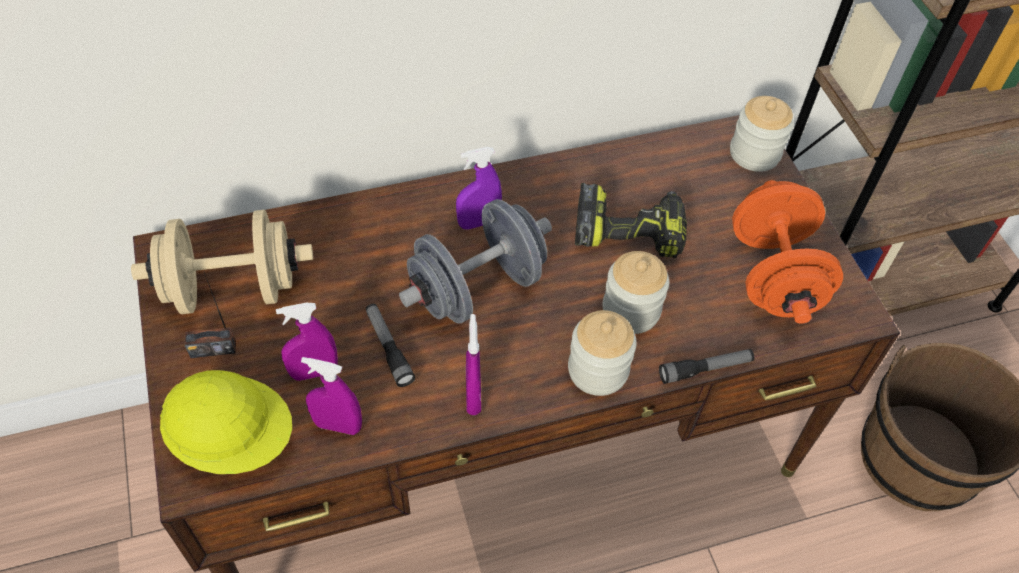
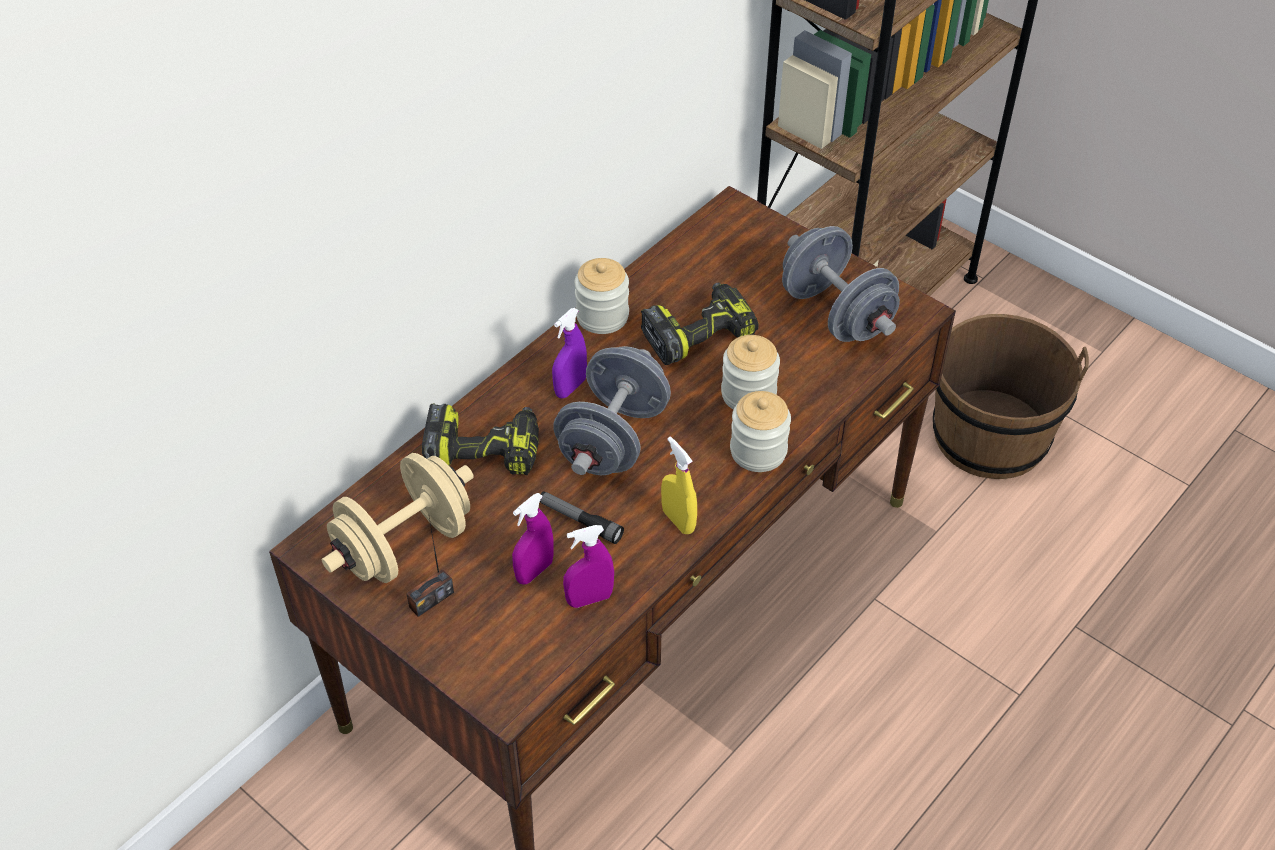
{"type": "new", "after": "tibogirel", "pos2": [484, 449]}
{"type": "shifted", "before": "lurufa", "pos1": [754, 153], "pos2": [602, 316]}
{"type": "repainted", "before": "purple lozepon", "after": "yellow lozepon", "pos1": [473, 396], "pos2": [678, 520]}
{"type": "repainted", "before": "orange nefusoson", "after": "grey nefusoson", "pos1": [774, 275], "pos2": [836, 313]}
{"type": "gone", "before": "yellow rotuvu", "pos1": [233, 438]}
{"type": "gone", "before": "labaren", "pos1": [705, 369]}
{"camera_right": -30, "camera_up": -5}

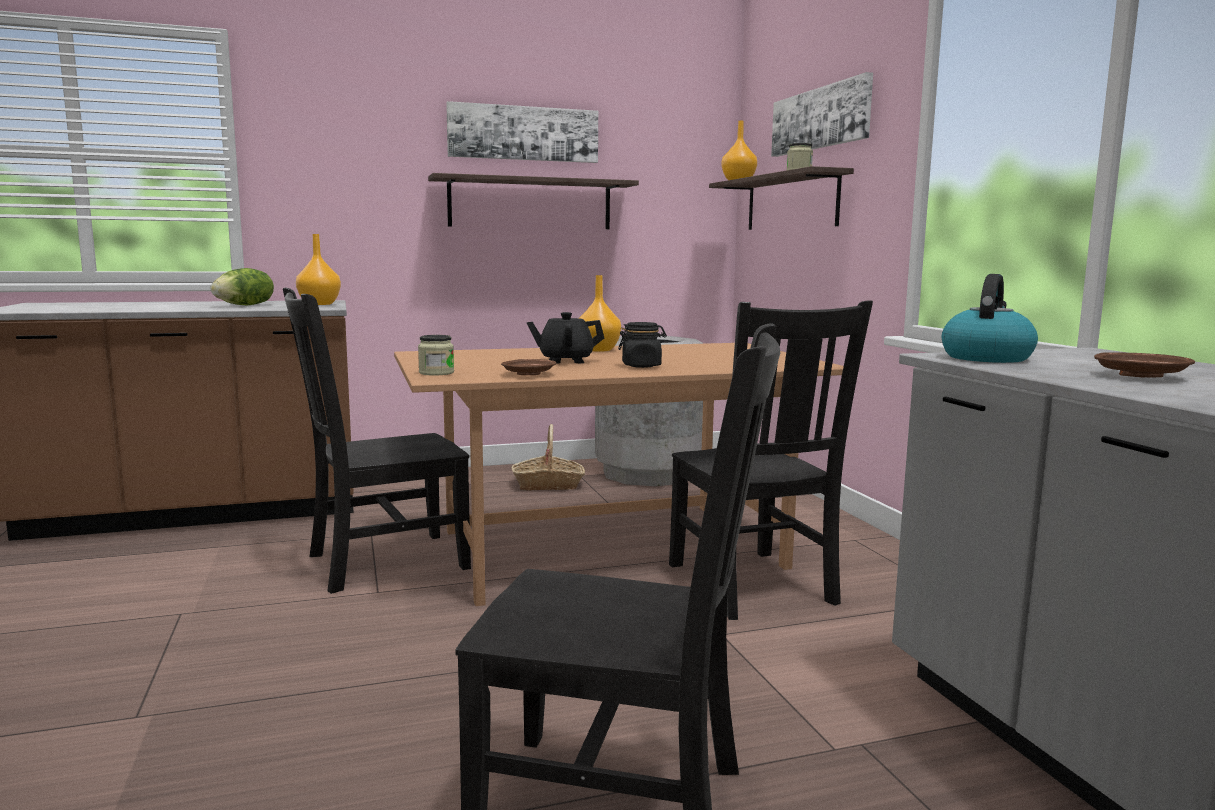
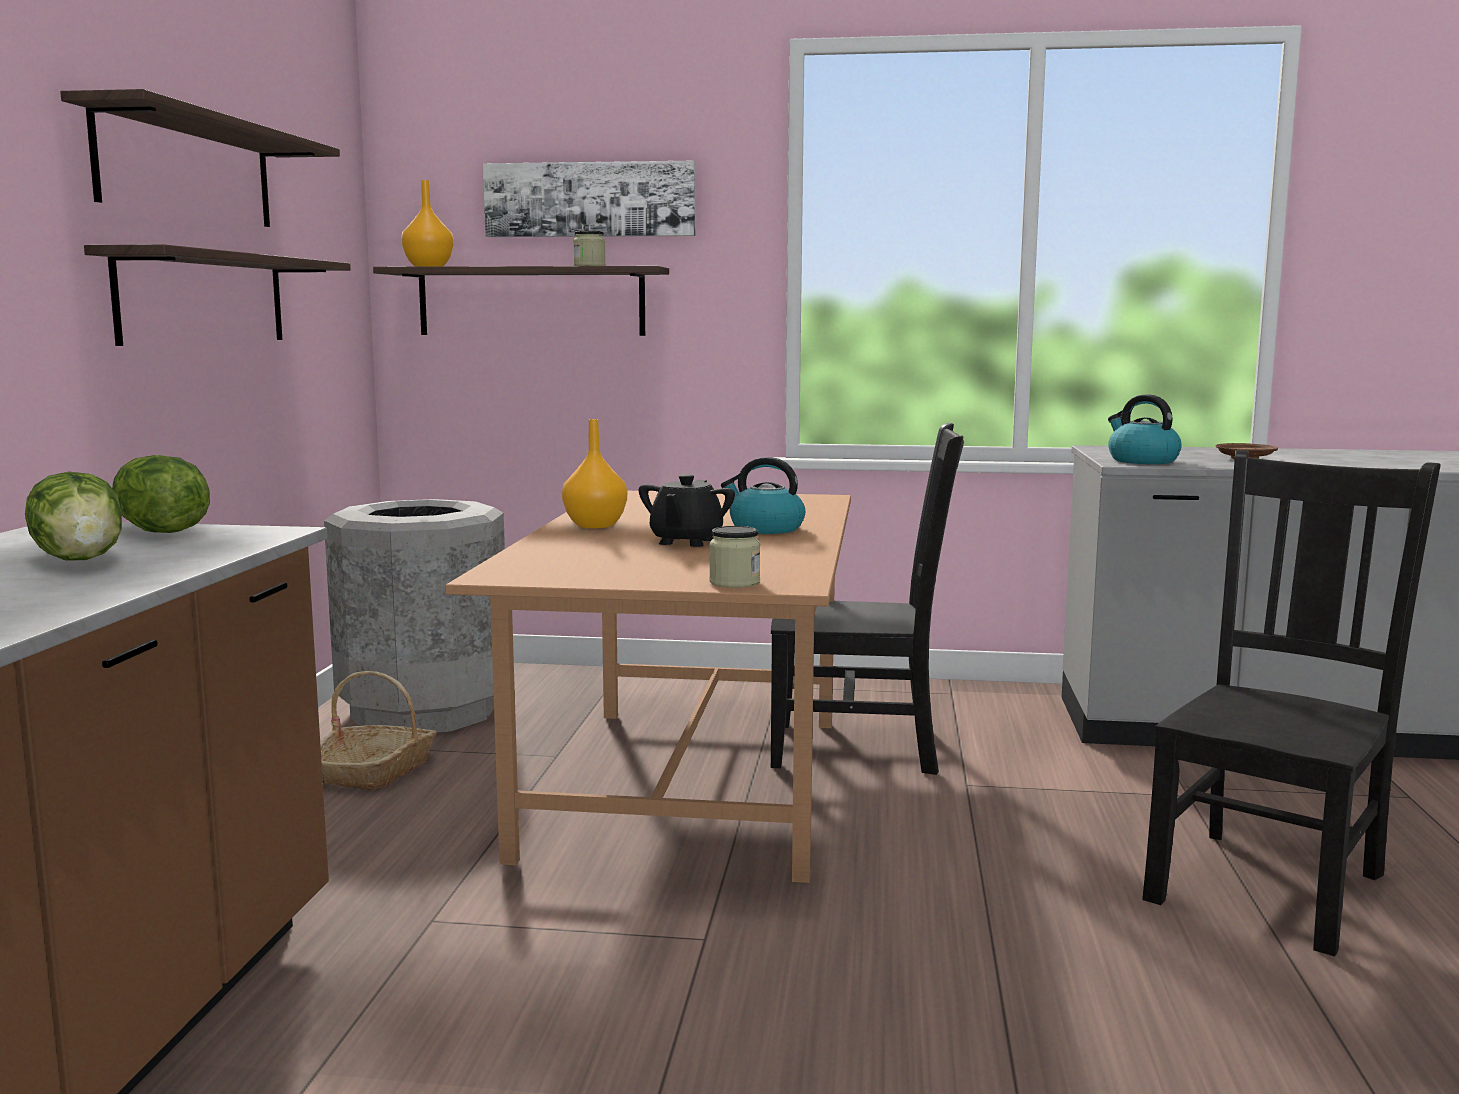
{"type": "swapped", "before": "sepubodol", "after": "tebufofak", "pos1": [523, 133], "pos2": [187, 170]}
{"type": "swapped", "before": "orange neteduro", "after": "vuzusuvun", "pos1": [318, 304], "pos2": [159, 531]}
{"type": "swapped", "before": "black lurufa", "after": "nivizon", "pos1": [641, 366], "pos2": [765, 529]}
{"type": "gone", "before": "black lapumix", "pos1": [382, 562]}
{"type": "gone", "before": "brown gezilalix", "pos1": [529, 374]}
{"camera_right": -65, "camera_up": 0}

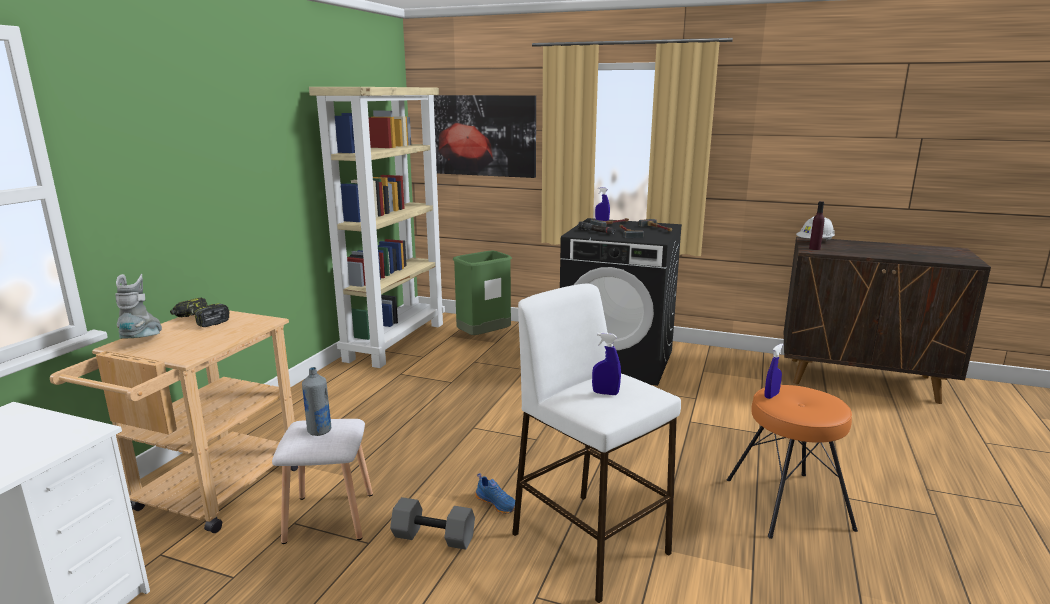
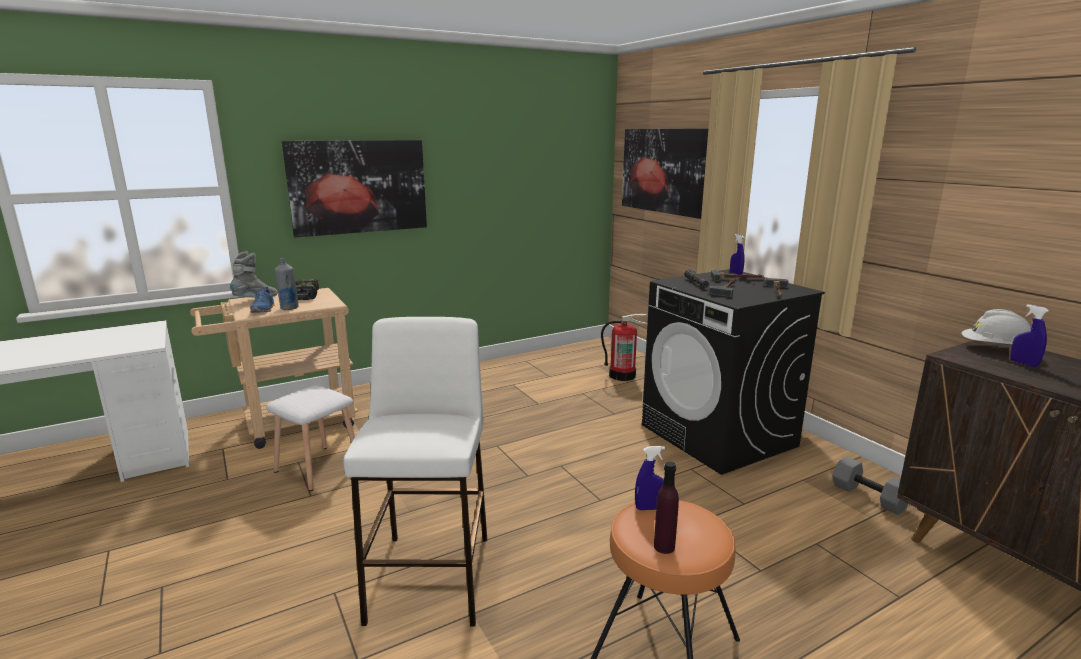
{"type": "shifted", "before": "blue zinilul", "pos1": [497, 503], "pos2": [264, 310]}
{"type": "shifted", "before": "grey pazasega", "pos1": [319, 431], "pos2": [289, 308]}
{"type": "new", "after": "sepubodol", "pos2": [358, 187]}
{"type": "swapped", "before": "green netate", "after": "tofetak", "pos1": [484, 338], "pos2": [622, 375]}
{"type": "shifted", "before": "purple pazasega", "pos1": [814, 248], "pos2": [664, 546]}
{"type": "shifted", "before": "grey nefusoson", "pos1": [432, 538], "pos2": [867, 497]}
{"type": "shifted", "before": "blue lozepon", "pos1": [605, 393], "pos2": [1023, 364]}
{"type": "gone", "before": "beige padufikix", "pos1": [395, 341]}
{"camera_right": 40, "camera_up": 0}

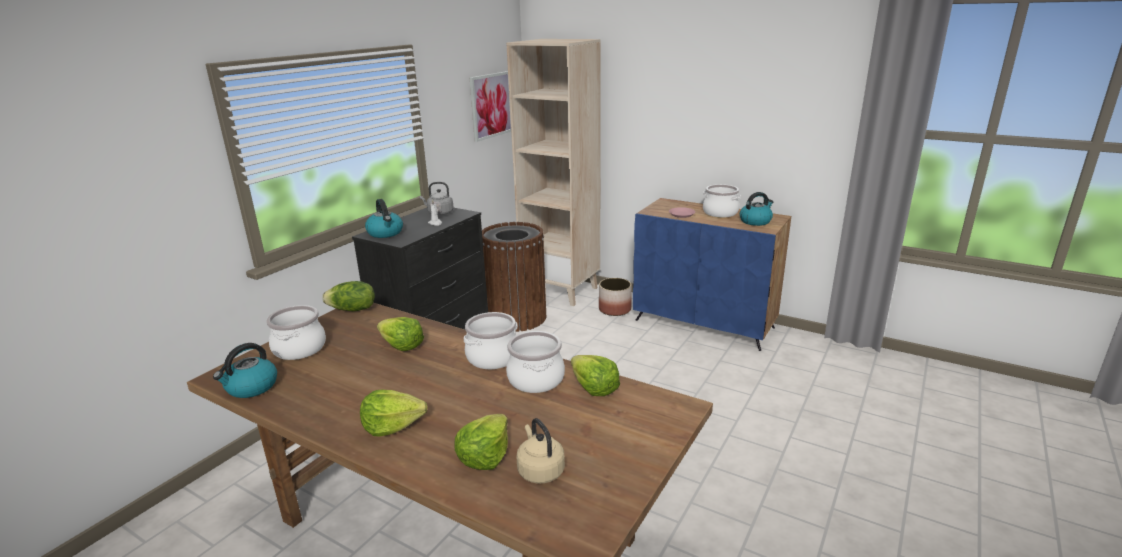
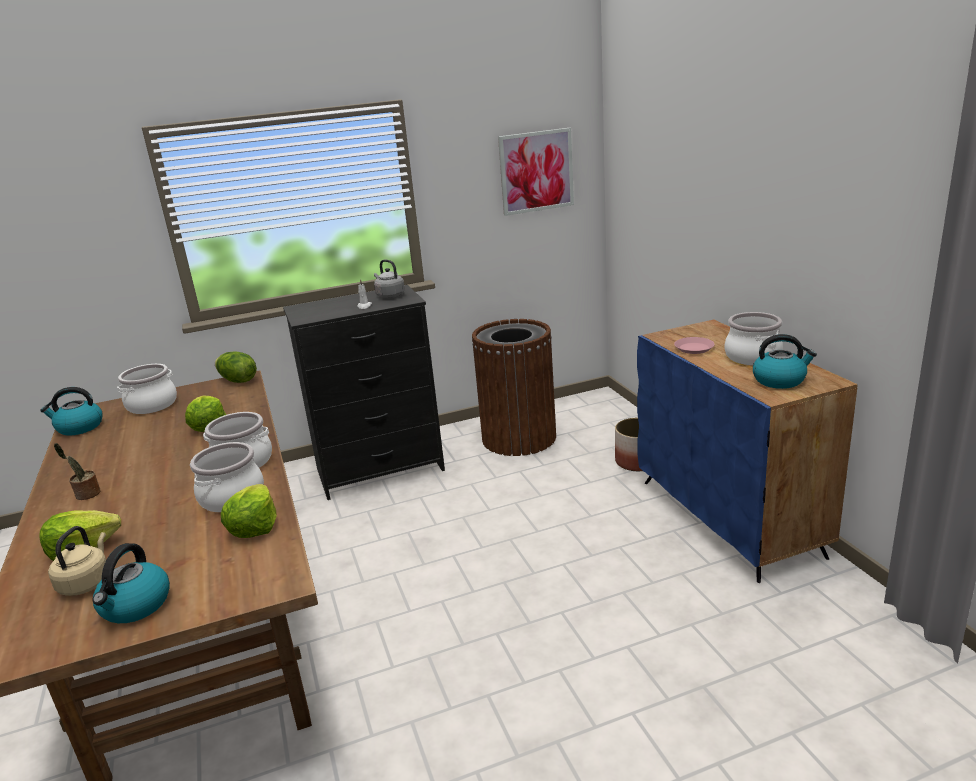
{"type": "swapped", "before": "vuzusuvun", "after": "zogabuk", "pos1": [392, 425], "pos2": [86, 495]}
{"type": "shifted", "before": "nivizon", "pos1": [385, 233], "pos2": [135, 606]}
{"type": "gone", "before": "beige padufikix", "pos1": [561, 290]}
{"camera_right": 40, "camera_up": 0}

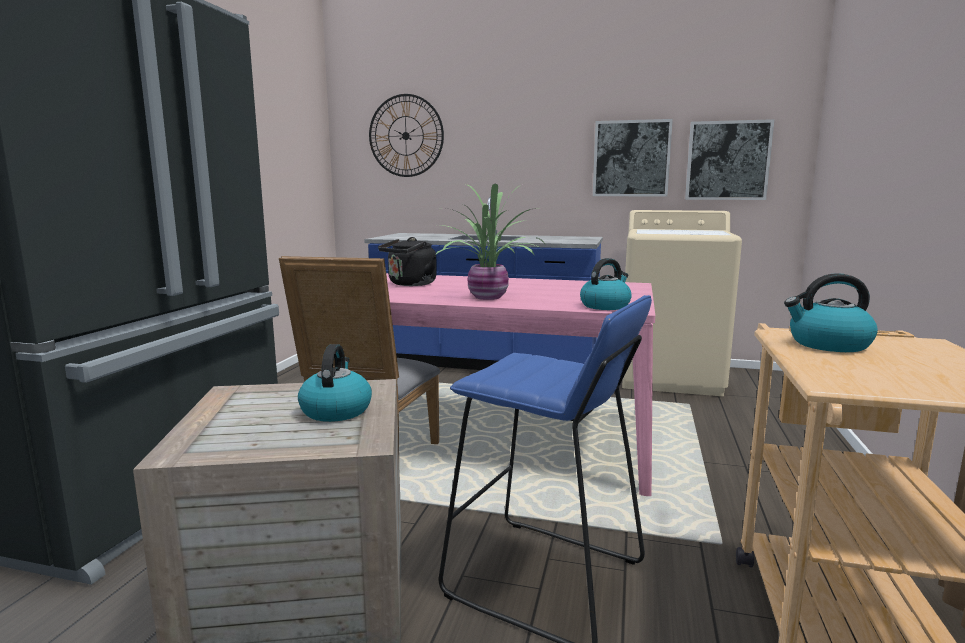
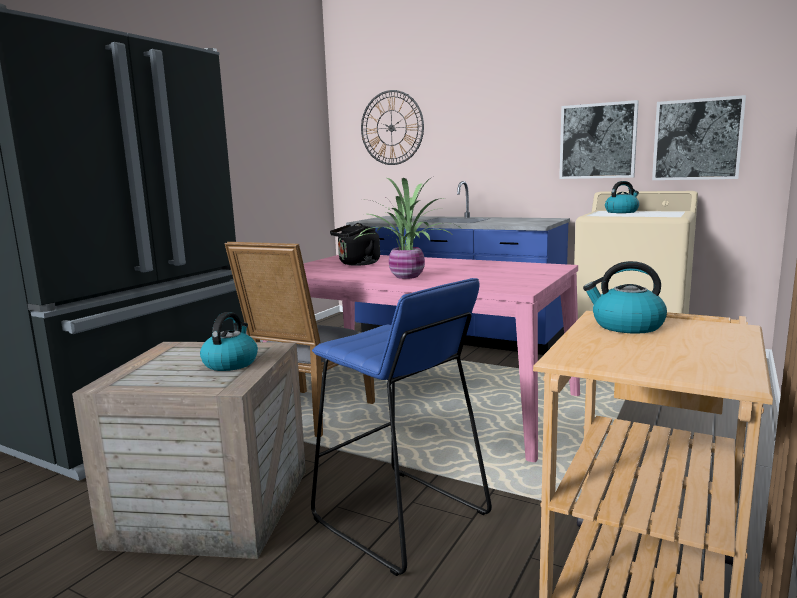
{"type": "shifted", "before": "nivizon", "pos1": [605, 306], "pos2": [621, 212]}
{"camera_right": 15, "camera_up": 0}

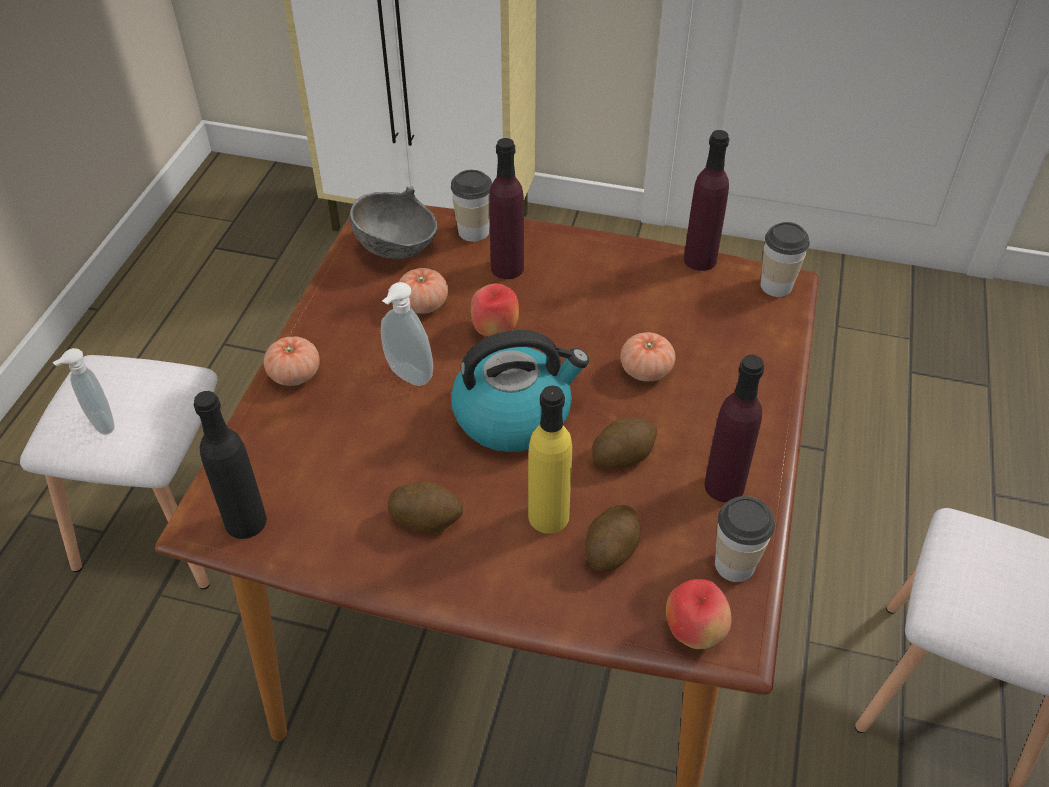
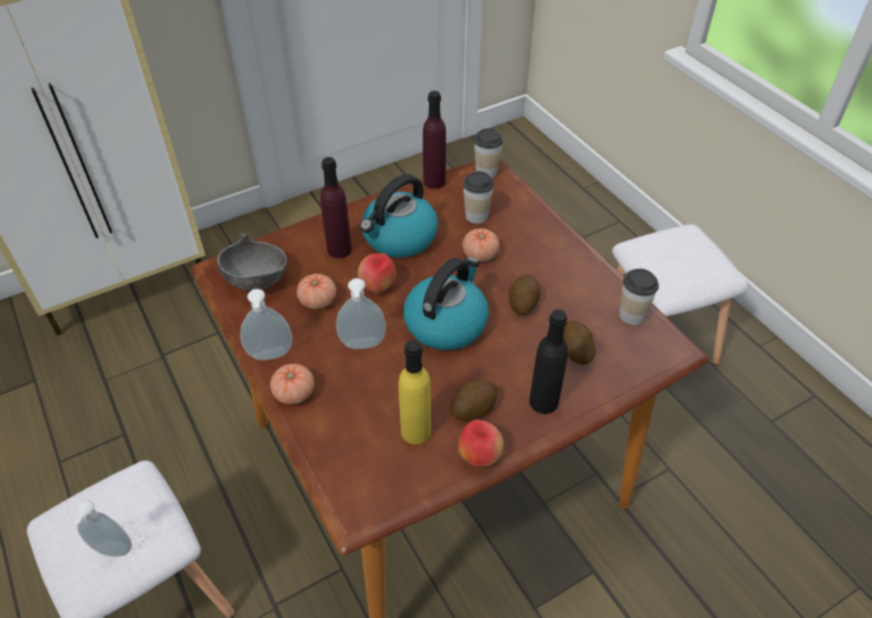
{"type": "new", "after": "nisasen", "pos2": [271, 356]}
{"type": "new", "after": "nivizon", "pos2": [399, 238]}
{"type": "shifted", "before": "yellow pazasega", "pos1": [548, 516], "pos2": [415, 431]}
{"type": "shifted", "before": "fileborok", "pos1": [694, 632], "pos2": [479, 457]}
{"type": "shifted", "before": "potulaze", "pos1": [473, 231], "pos2": [476, 216]}
{"type": "shifted", "before": "black pazasega", "pos1": [246, 521], "pos2": [543, 401]}
{"type": "gone", "before": "purple pazasega", "pos1": [724, 486]}
{"camera_right": -45, "camera_up": 0}

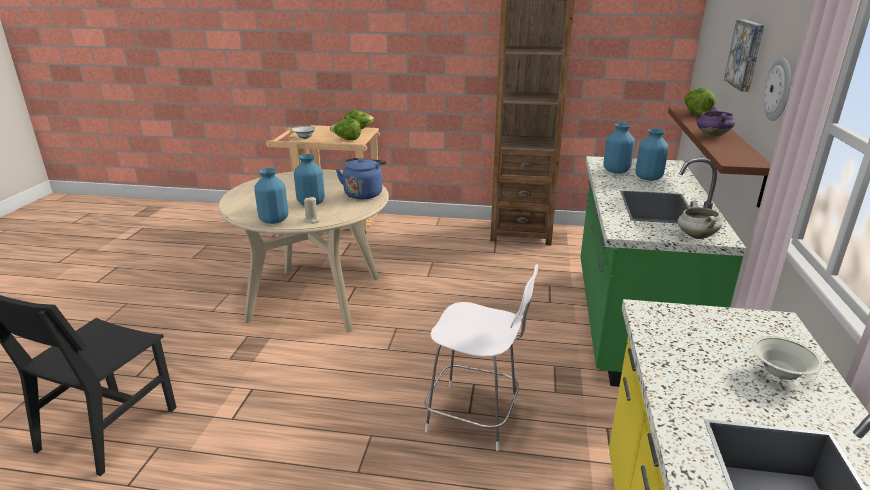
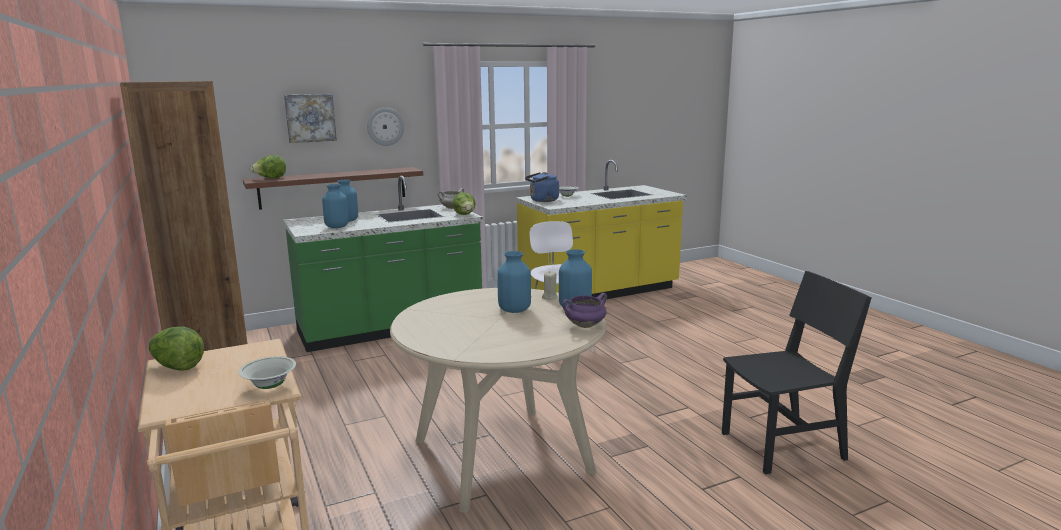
{"type": "shifted", "before": "vuzusuvun", "pos1": [346, 139], "pos2": [465, 215]}
{"type": "shifted", "before": "blue nivizon", "pos1": [364, 193], "pos2": [542, 200]}
{"type": "shifted", "before": "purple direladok", "pos1": [712, 135], "pos2": [584, 326]}
{"camera_right": -125, "camera_up": -10}

